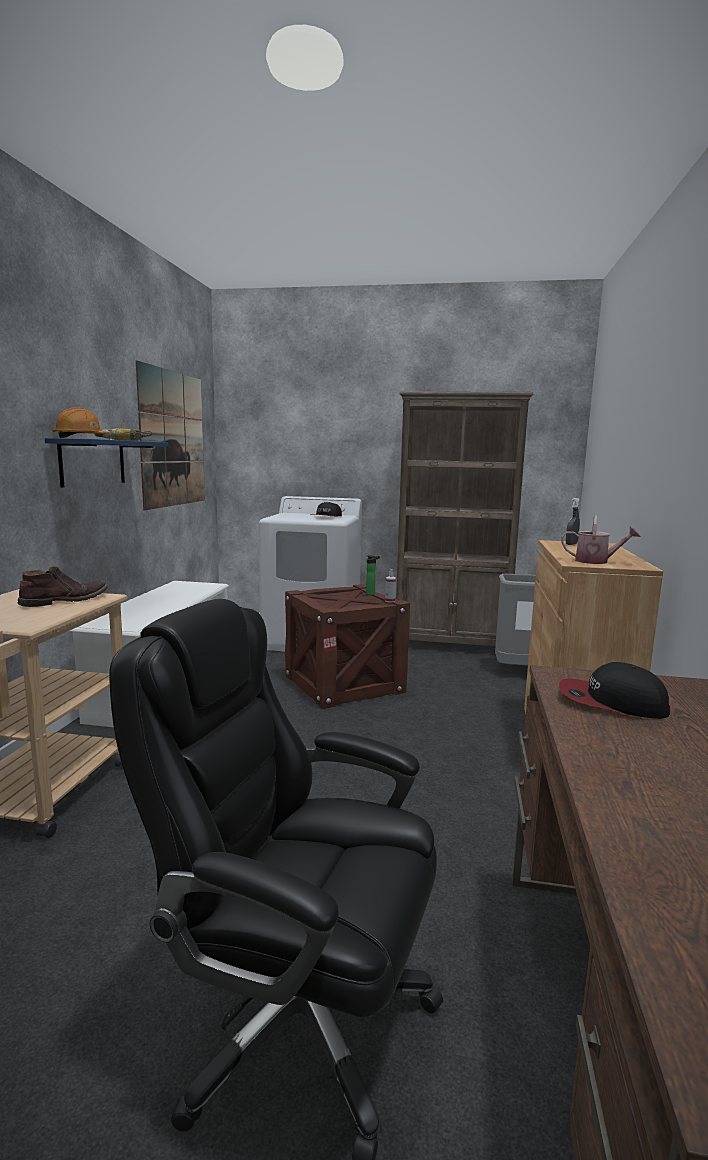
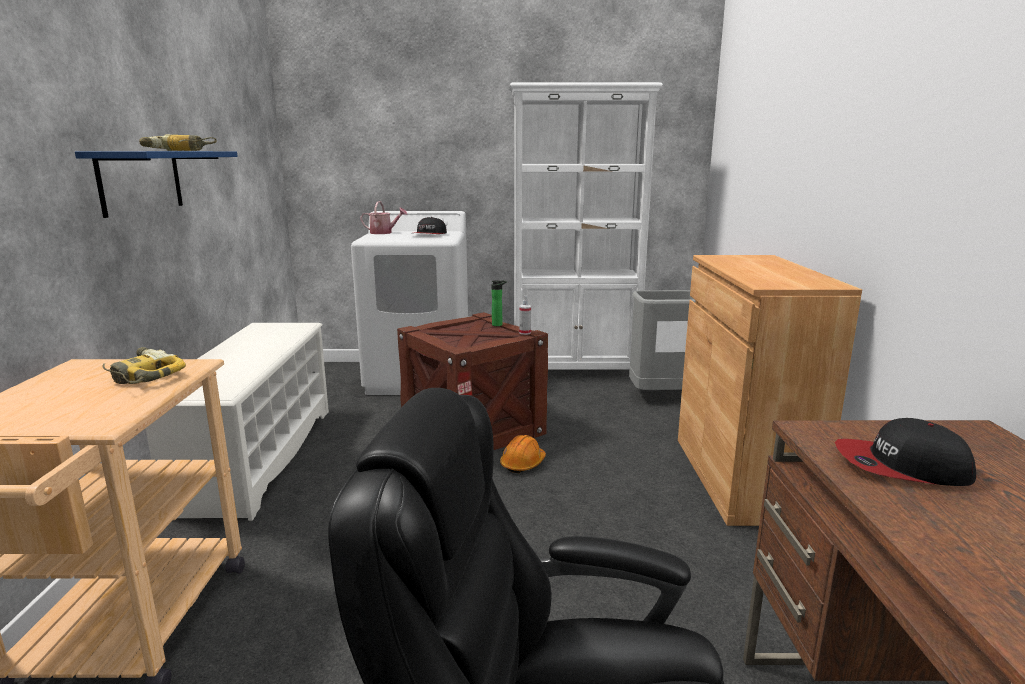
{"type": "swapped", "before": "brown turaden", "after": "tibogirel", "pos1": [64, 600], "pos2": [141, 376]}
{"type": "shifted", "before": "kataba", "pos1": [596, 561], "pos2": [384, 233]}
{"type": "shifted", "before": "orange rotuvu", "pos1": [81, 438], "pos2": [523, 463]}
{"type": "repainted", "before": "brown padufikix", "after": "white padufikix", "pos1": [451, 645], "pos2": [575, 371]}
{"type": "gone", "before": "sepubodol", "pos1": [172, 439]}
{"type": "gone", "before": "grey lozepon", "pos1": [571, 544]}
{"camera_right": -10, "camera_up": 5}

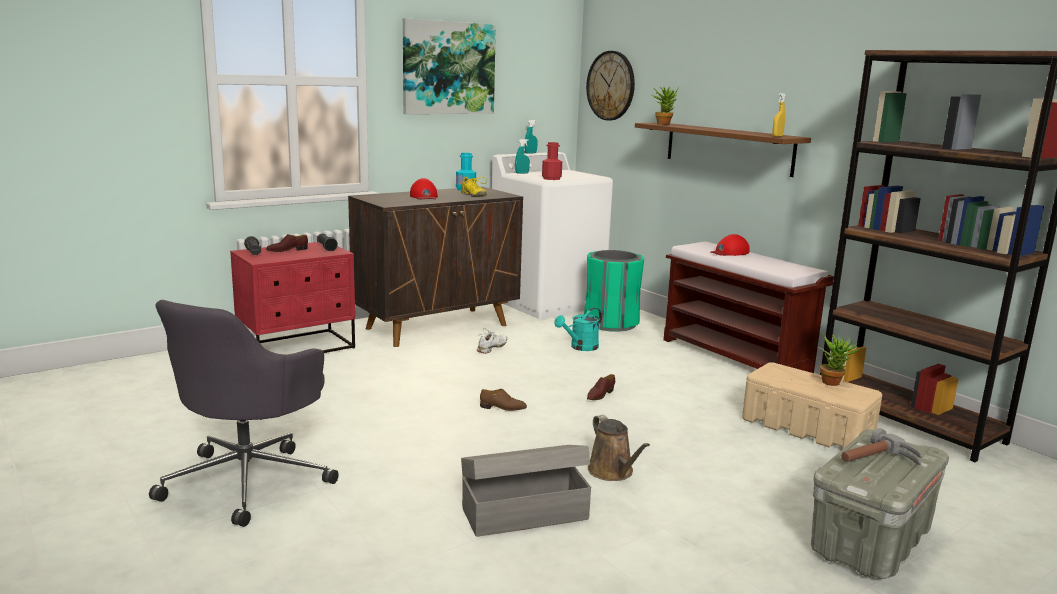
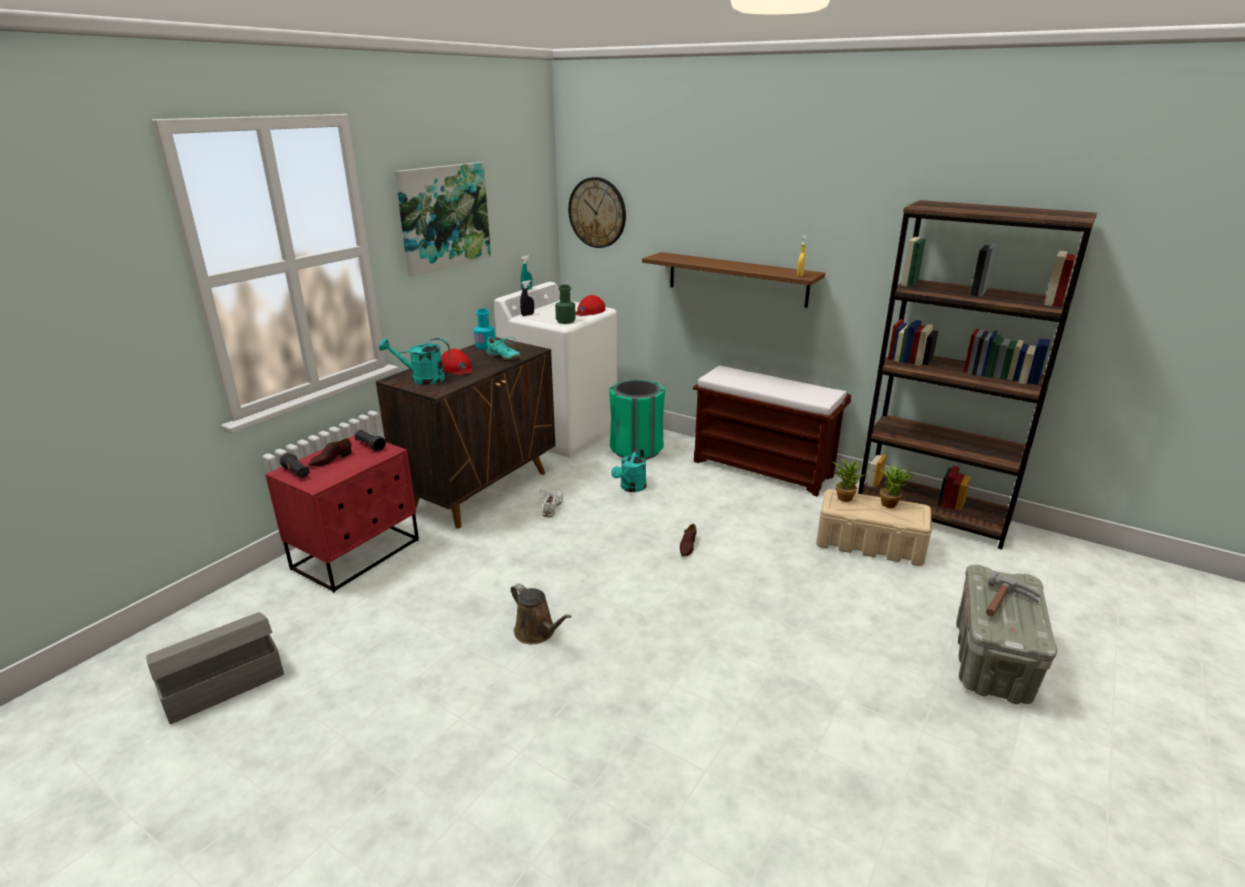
{"type": "shifted", "before": "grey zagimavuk", "pos1": [523, 513], "pos2": [222, 684]}
{"type": "new", "after": "turquoise kataba", "pos2": [422, 379]}
{"type": "repainted", "before": "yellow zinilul", "after": "turquoise zinilul", "pos1": [473, 195], "pos2": [503, 357]}
{"type": "shifted", "before": "brown kataba", "pos1": [613, 472], "pos2": [537, 632]}
{"type": "repainted", "before": "turquoise lozepon", "after": "black lozepon", "pos1": [522, 173], "pos2": [527, 315]}
{"type": "repainted", "before": "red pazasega", "after": "green pazasega", "pos1": [551, 178], "pos2": [565, 321]}
{"type": "shifted", "before": "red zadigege", "pos1": [729, 252], "pos2": [589, 311]}
{"type": "shifted", "before": "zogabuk", "pos1": [663, 124], "pos2": [843, 496]}
{"type": "gone", "before": "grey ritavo", "pos1": [249, 480]}
{"type": "gone", "before": "brown zinilul", "pos1": [503, 408]}
{"camera_right": -20, "camera_up": 10}

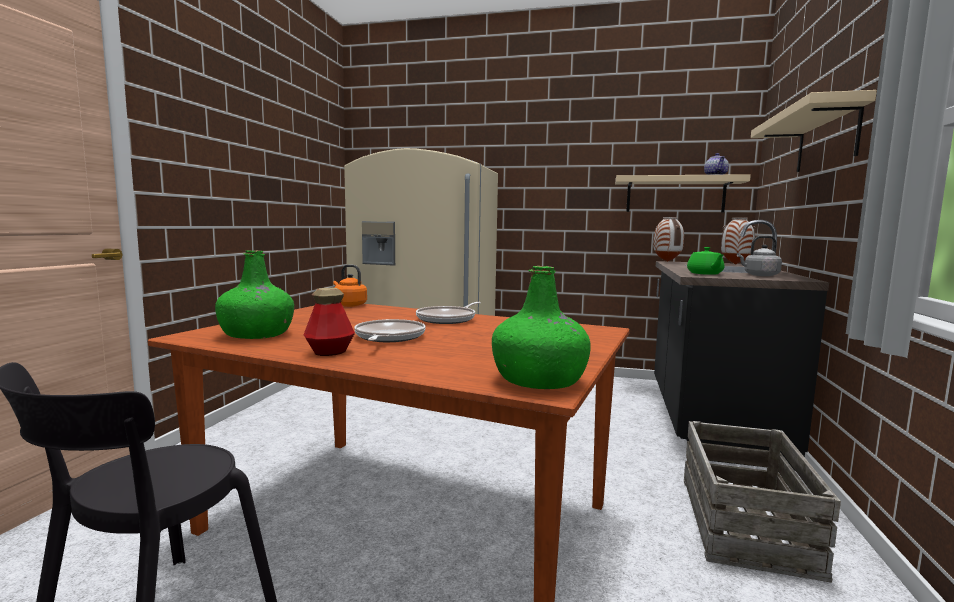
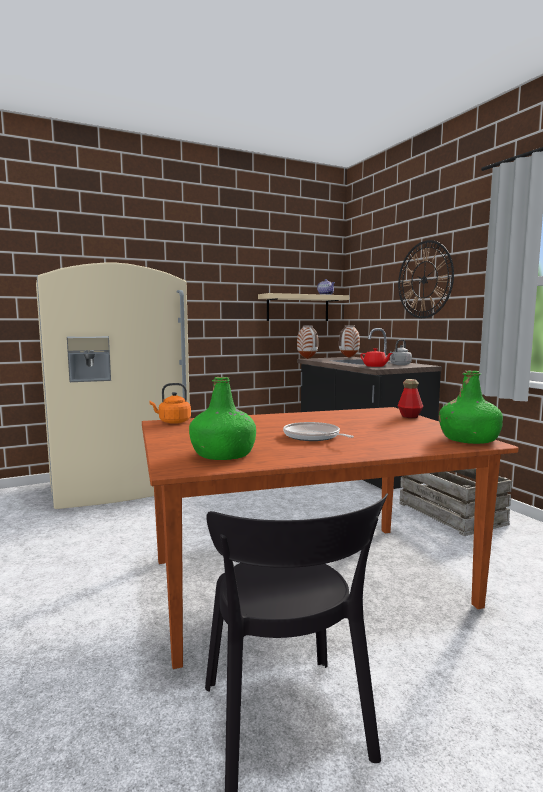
{"type": "repainted", "before": "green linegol", "after": "red linegol", "pos1": [705, 273], "pos2": [375, 366]}
{"type": "swapped", "before": "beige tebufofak", "after": "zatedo", "pos1": [827, 139], "pos2": [424, 279]}
{"type": "shifted", "before": "pazasega", "pos1": [330, 352], "pos2": [409, 416]}
{"type": "gone", "before": "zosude", "pos1": [448, 319]}
{"camera_right": -40, "camera_up": 0}

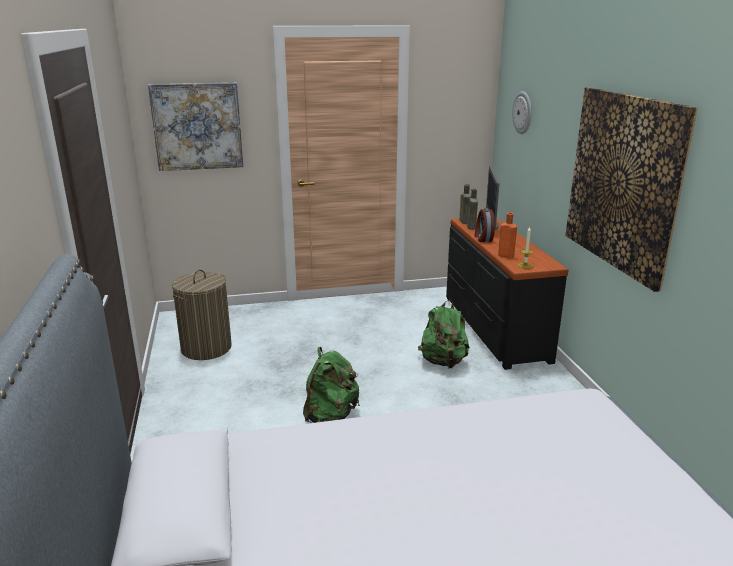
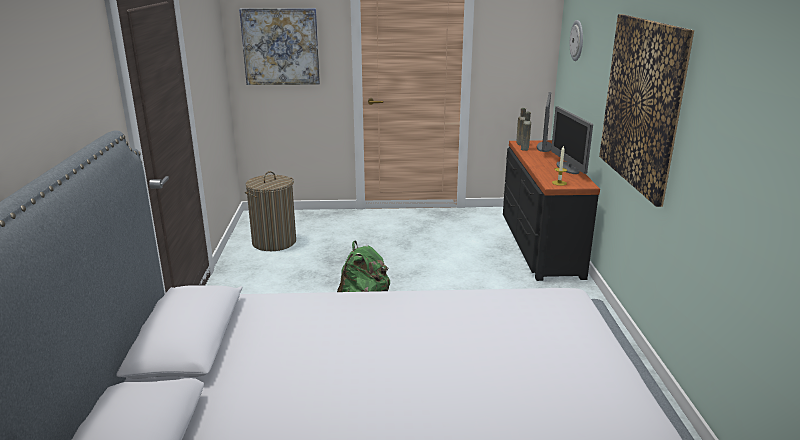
{"type": "new", "after": "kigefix", "pos2": [567, 168]}
{"type": "gone", "before": "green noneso", "pos1": [443, 362]}
{"type": "gone", "before": "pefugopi", "pos1": [483, 238]}
{"type": "gone", "before": "orange pazasega", "pos1": [504, 255]}
{"camera_right": 10, "camera_up": 0}

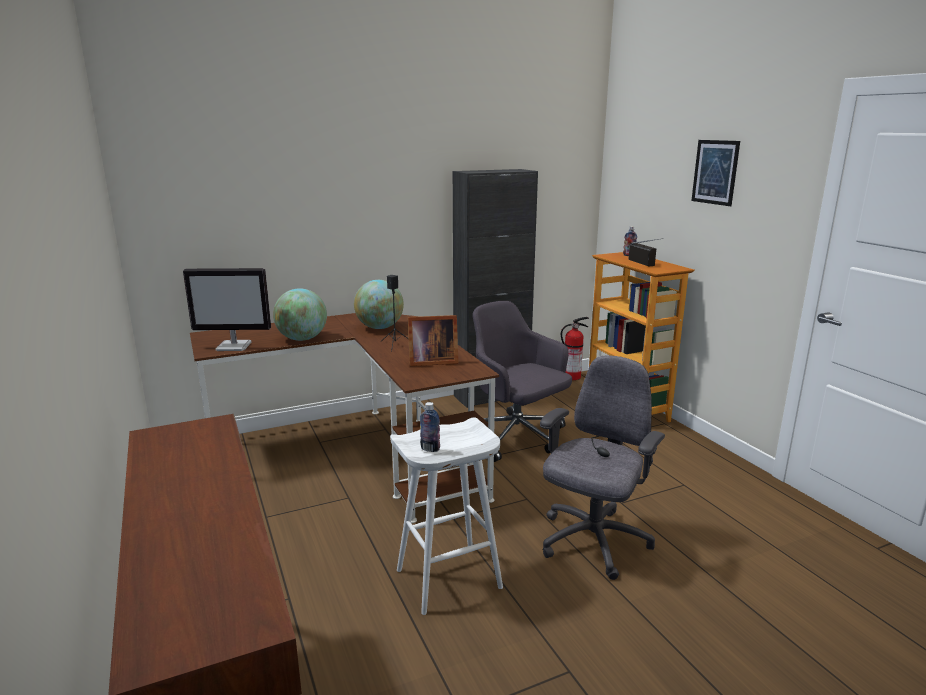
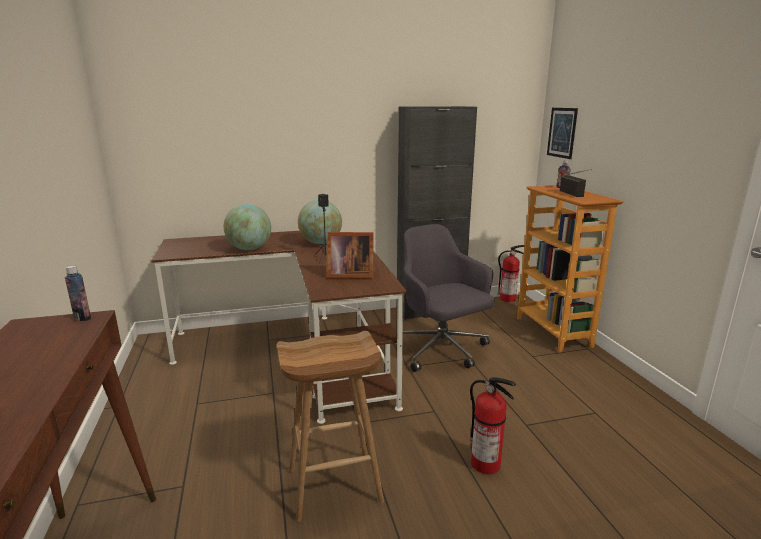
{"type": "shifted", "before": "pazasega", "pos1": [430, 449], "pos2": [82, 318]}
{"type": "repainted", "before": "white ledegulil", "after": "brown ledegulil", "pos1": [448, 580], "pos2": [333, 486]}
{"type": "swapped", "before": "grey ritavo", "after": "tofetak", "pos1": [592, 542], "pos2": [486, 464]}
{"type": "shifted", "before": "sepubodol", "pos1": [715, 172], "pos2": [562, 132]}
{"type": "gone", "before": "kigefix", "pos1": [234, 346]}
{"camera_right": 10, "camera_up": 0}

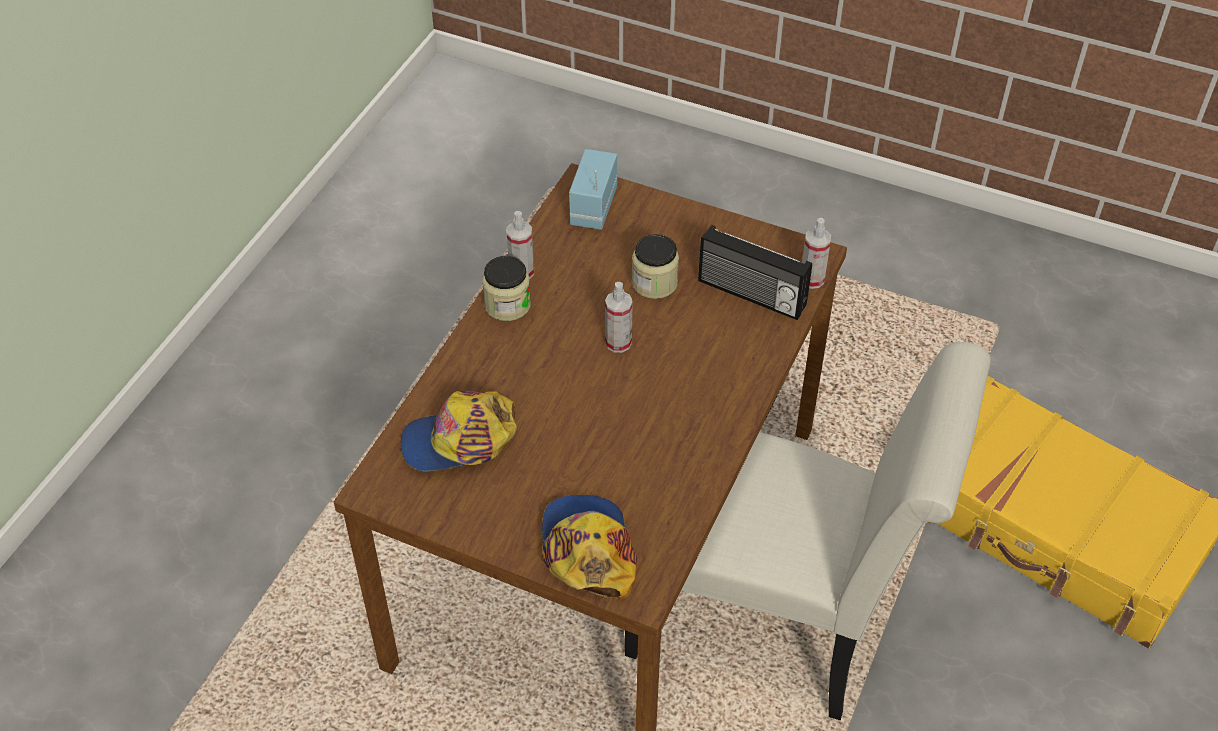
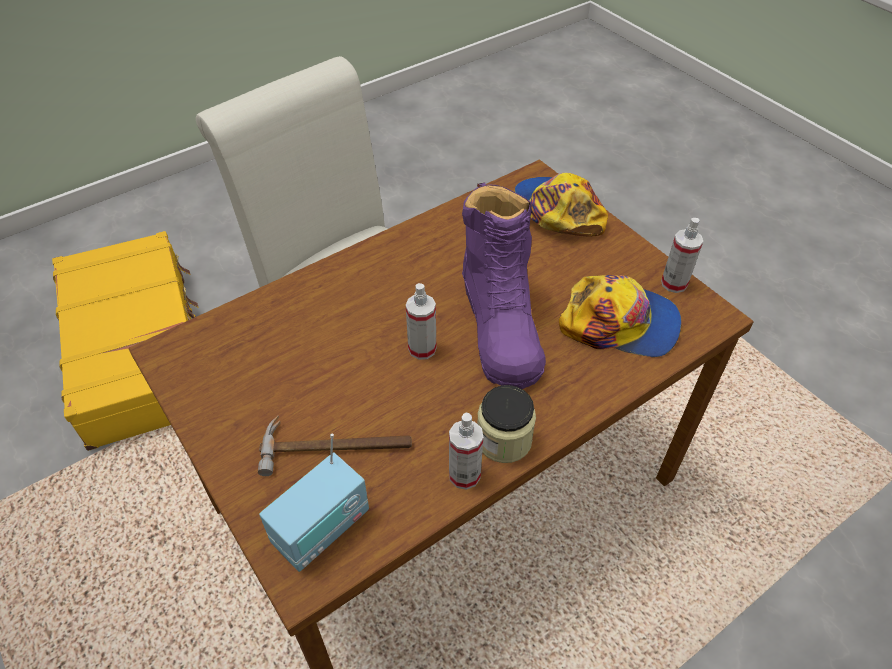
{"type": "new", "after": "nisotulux", "pos2": [336, 446]}
{"type": "new", "after": "purple turaden", "pos2": [500, 325]}
{"type": "rotated", "before": "zadigege", "pos1": [588, 550], "pos2": [557, 211], "turn": 135}
{"type": "shifted", "before": "lozepon", "pos1": [812, 279], "pos2": [674, 283]}
{"type": "gone", "before": "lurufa", "pos1": [654, 283]}
{"type": "gone", "before": "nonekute", "pos1": [750, 295]}
{"camera_right": -150, "camera_up": 0}

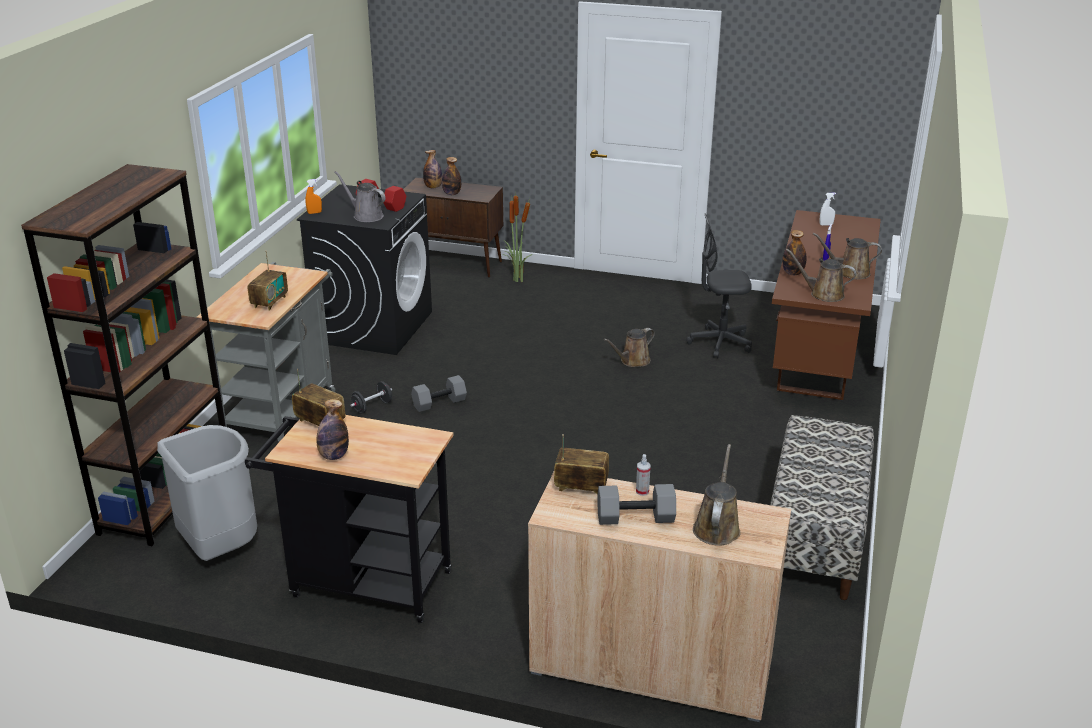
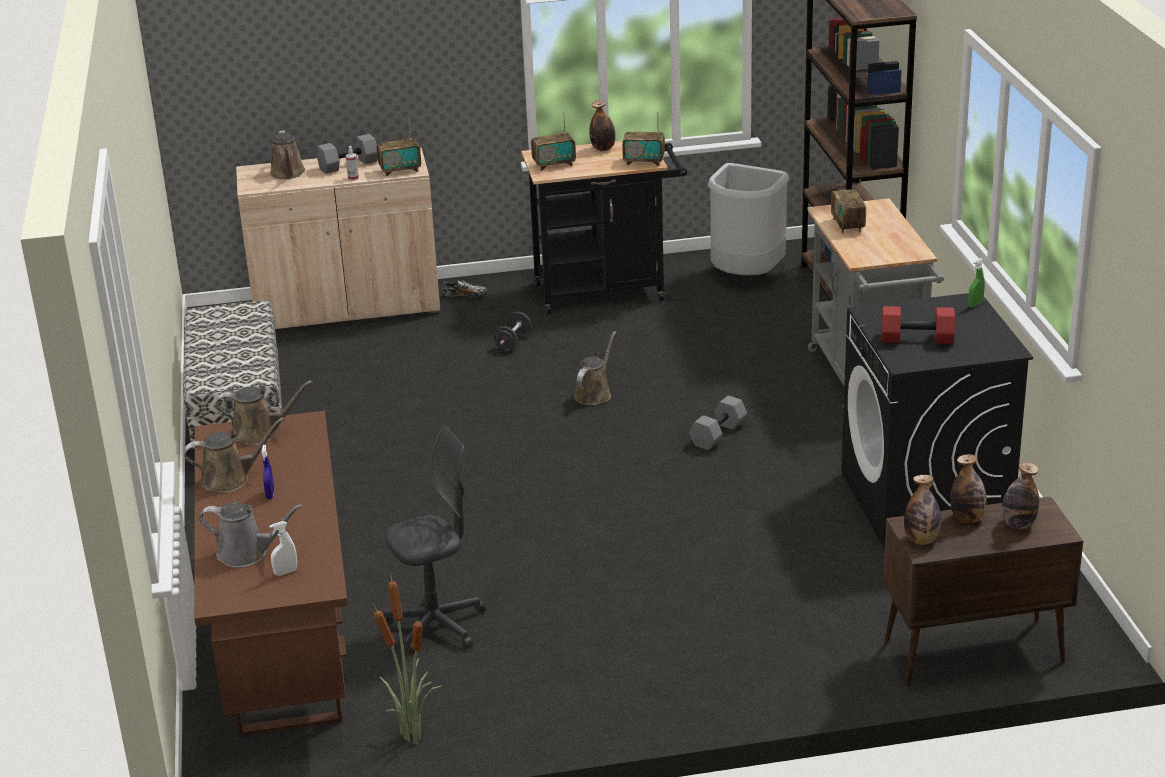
{"type": "shifted", "before": "grey kataba", "pos1": [365, 216], "pos2": [247, 553]}
{"type": "shifted", "before": "zogabuk", "pos1": [517, 280], "pos2": [413, 735]}
{"type": "new", "after": "zinilul", "pos2": [465, 296]}
{"type": "shifted", "before": "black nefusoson", "pos1": [372, 407], "pos2": [513, 342]}
{"type": "new", "after": "nonekute", "pos2": [554, 164]}
{"type": "shifted", "before": "brown kataba", "pos1": [633, 361], "pos2": [594, 394]}
{"type": "shifted", "before": "pazasega", "pos1": [792, 273], "pos2": [921, 540]}
{"type": "repainted", "before": "orange lozepon", "after": "green lozepon", "pos1": [314, 213], "pos2": [975, 304]}
{"camera_right": 155, "camera_up": 0}

